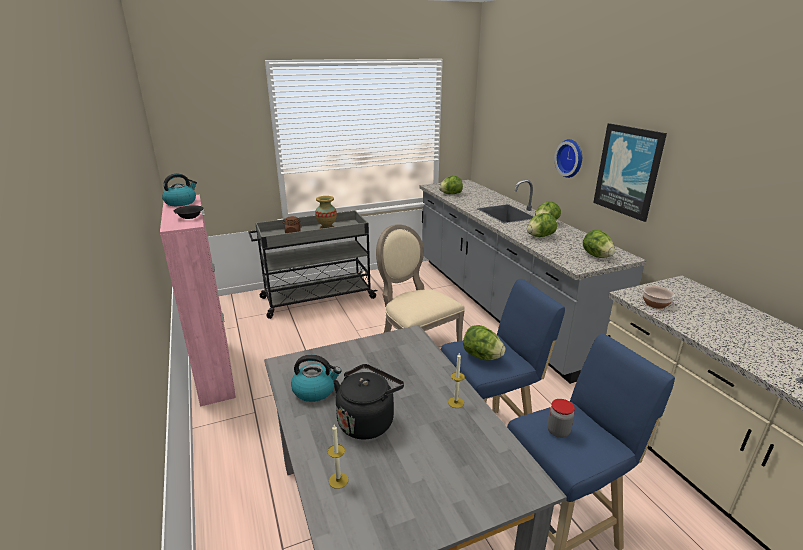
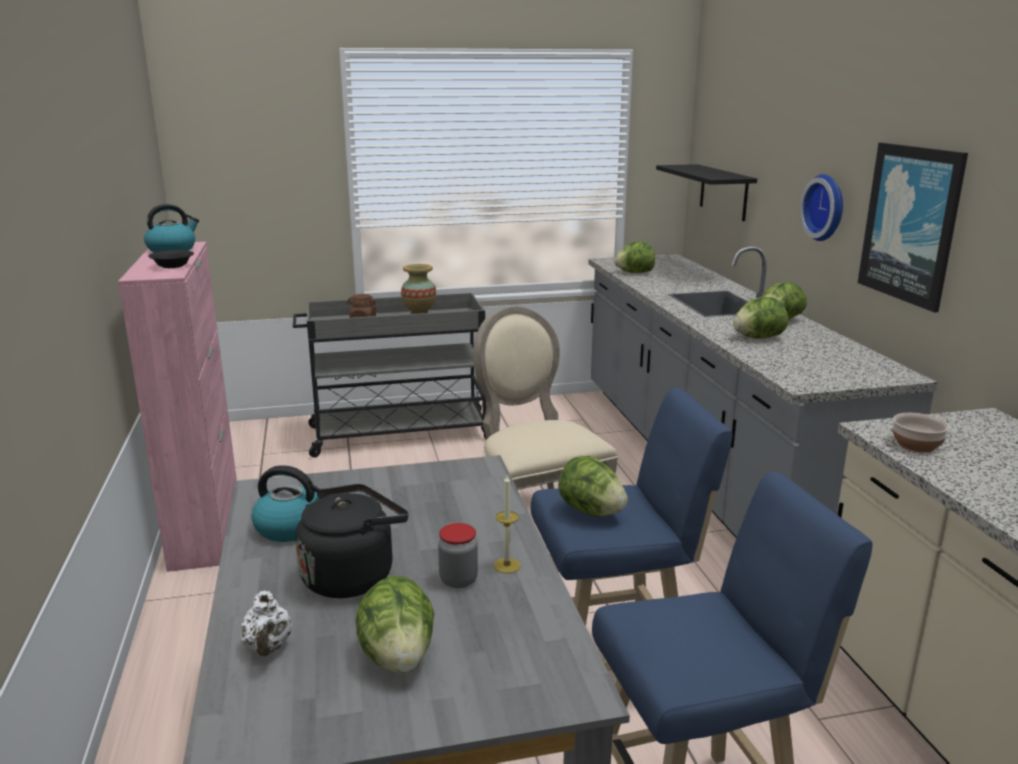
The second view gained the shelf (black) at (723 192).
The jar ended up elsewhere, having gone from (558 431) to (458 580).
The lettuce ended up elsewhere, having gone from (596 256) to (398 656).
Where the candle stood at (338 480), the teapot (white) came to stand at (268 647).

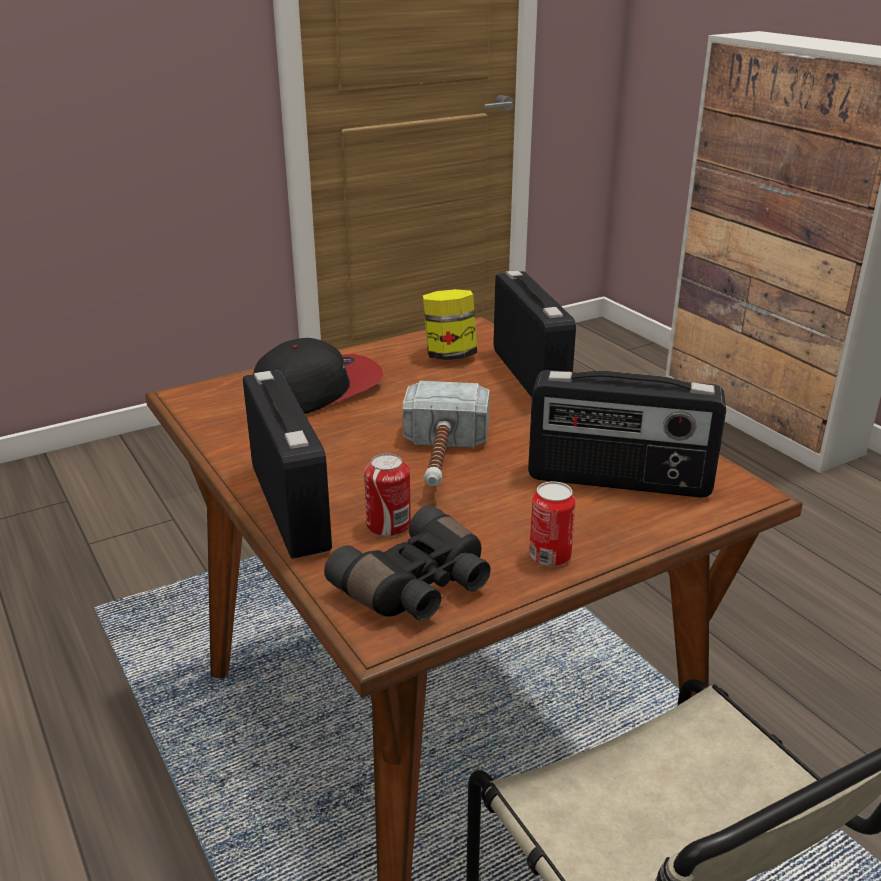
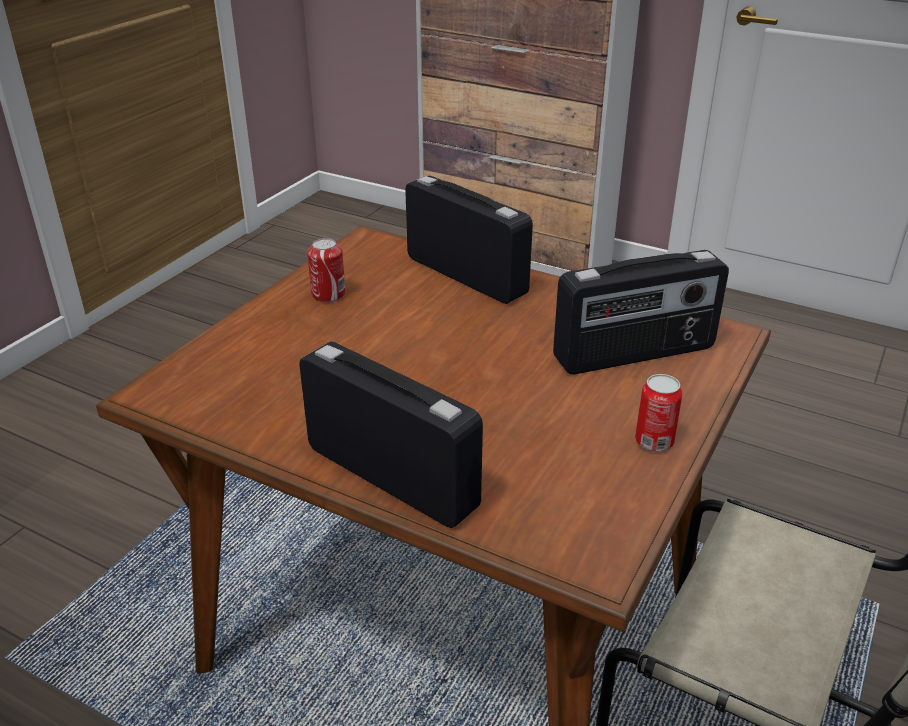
The second view lost the cap at (316 390).
The second view lost the binoculars (black) at (418 587).
The second view lost the hammer at (441 459).
The second view lost the jar at (449 355).
The can ended up elsewhere, having gone from (388 525) to (328 294).

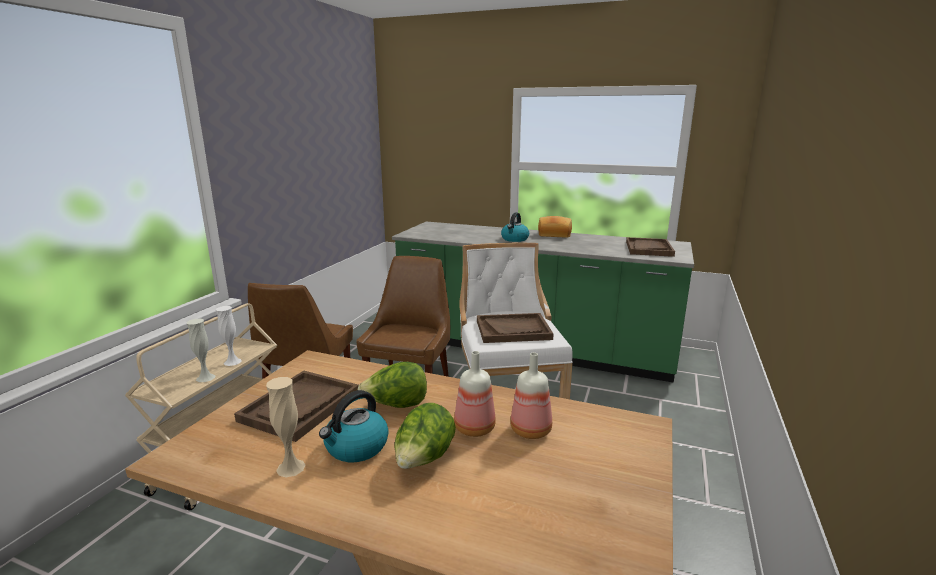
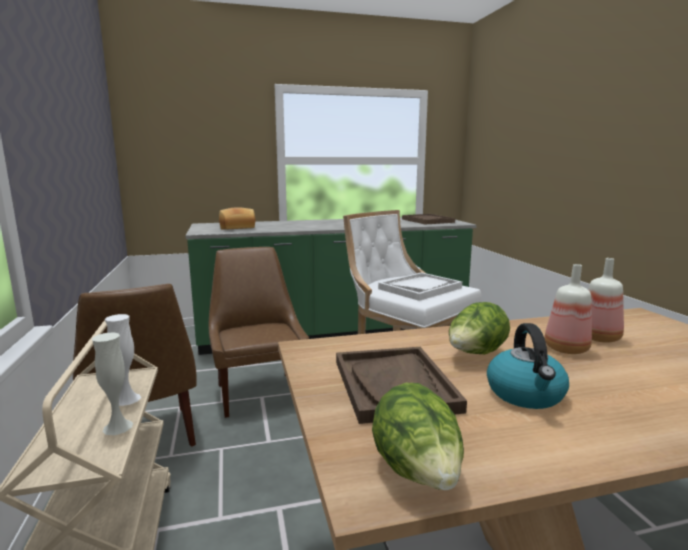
The second view lost the vase (beige) at (291 467).
The second view lost the kettle at (514 239).
The lettuce ended up elsewhere, having gone from (424 460) to (417 473).
The bread ended up elsewhere, having gone from (554 235) to (237 228).
What was the tray (brown) at (513 330) turned into the tray (white) at (420 288).

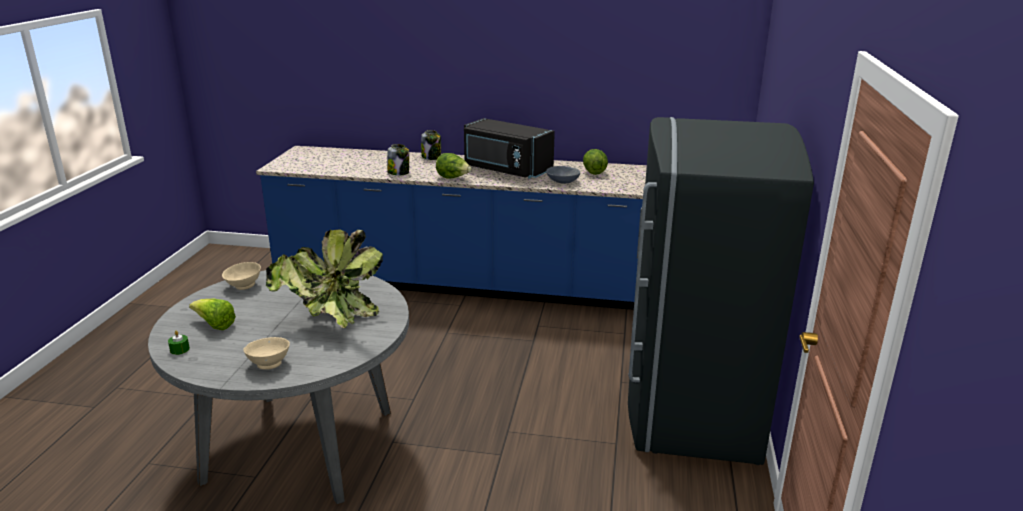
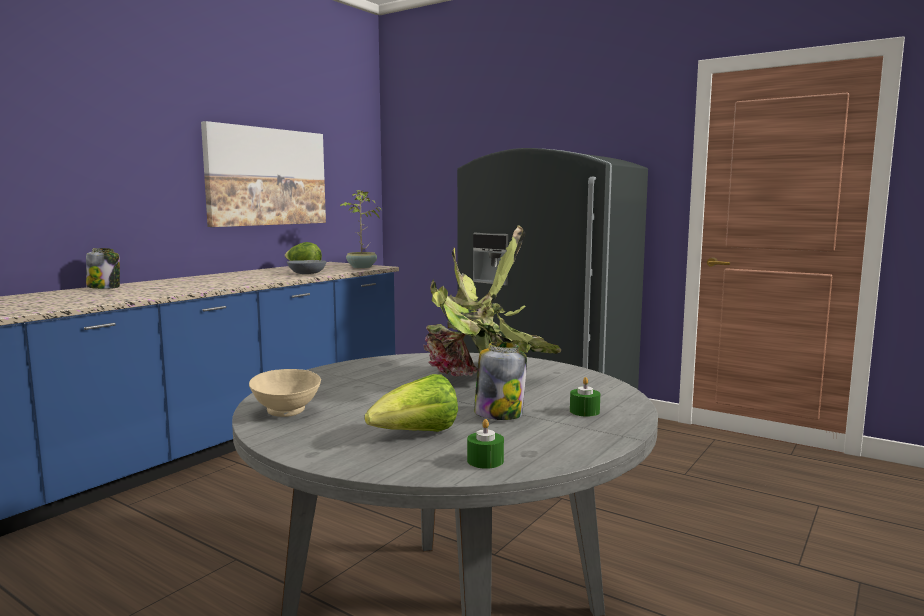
The second view lost the lettuce at (453 178).
The second view lost the microwave (black) at (505 170).
The second view gained the picture at (266 177).
The second view gained the potted plant at (361 267).
The jar ended up elsewhere, having gone from (399 172) to (499 414).
Where the bowl (beige) stood at (270 364), the candle (green) came to stand at (584 411).

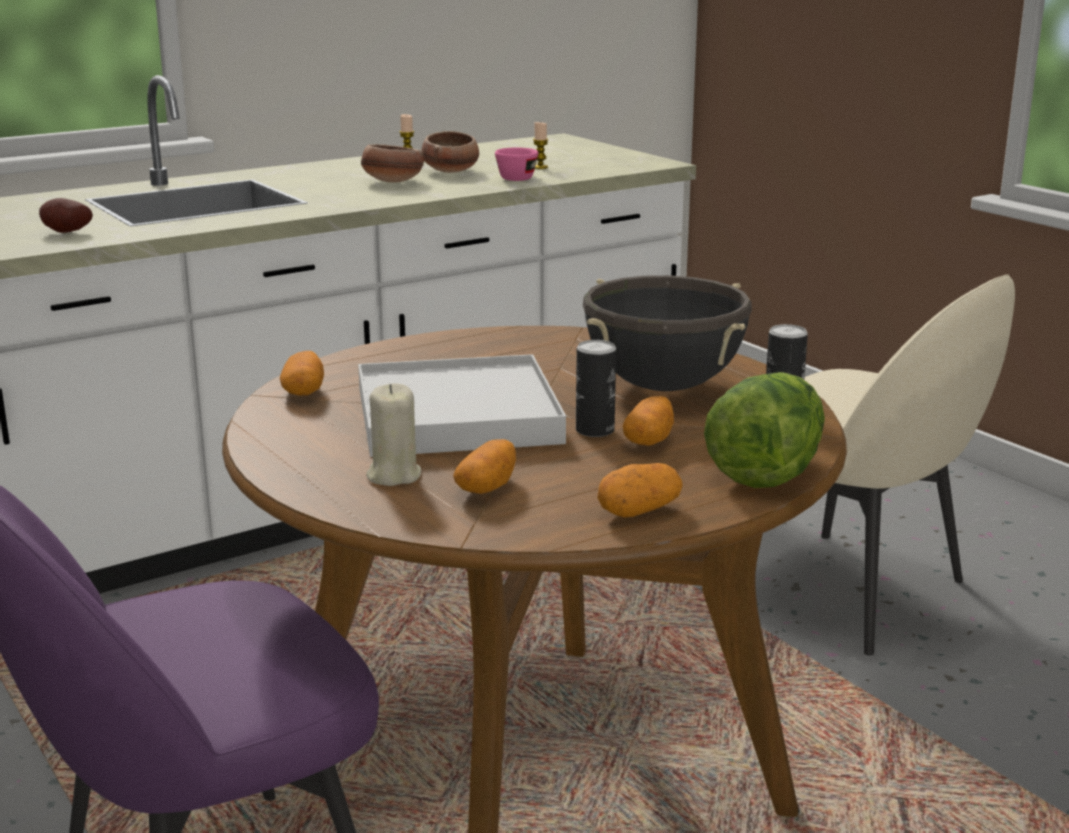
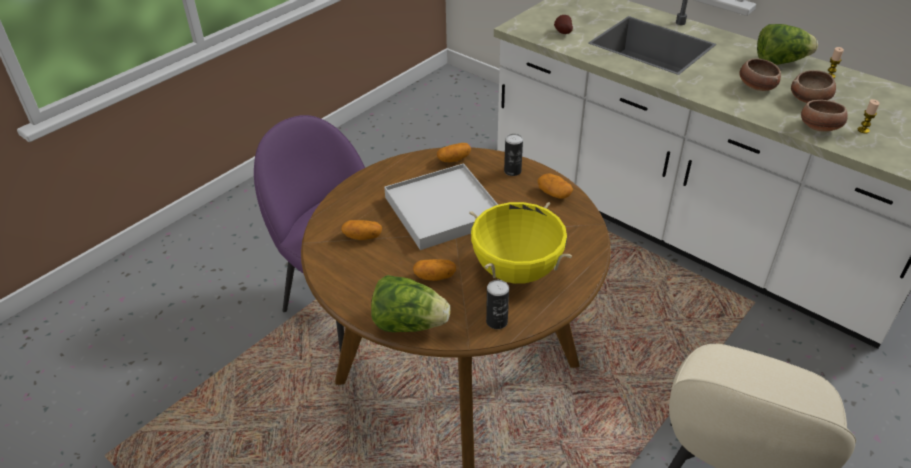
The second view lost the candle (beige) at (393 475).
The second view gained the lettuce at (780 61).
The can ended up elsewhere, having gone from (595 430) to (512 171).
The potato ended up elsewhere, having gone from (638 511) to (554 194).
Where the cup (pink) stood at (518 177), the bowl came to stand at (819 128).
What was the cooking pot (black) at (663 386) turned into the cooking pot (yellow) at (516 270).

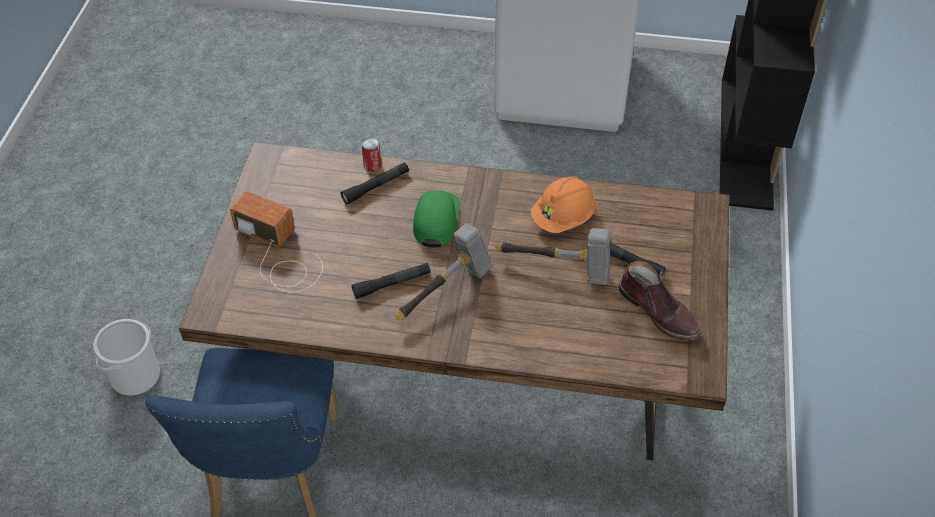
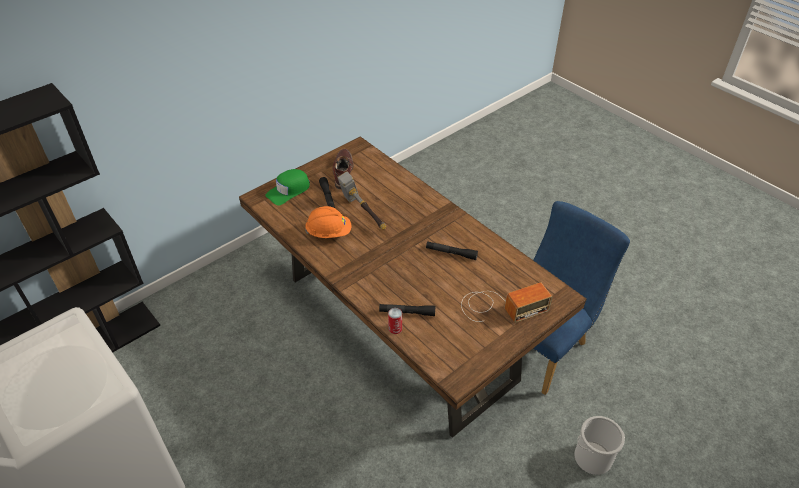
The second view lost the hammer at (444 292).
The cap (green) ended up elsewhere, having gone from (436 219) to (288 191).
The radio at (278 254) ended up facing another way, 90 degrees counterclockwise from before.

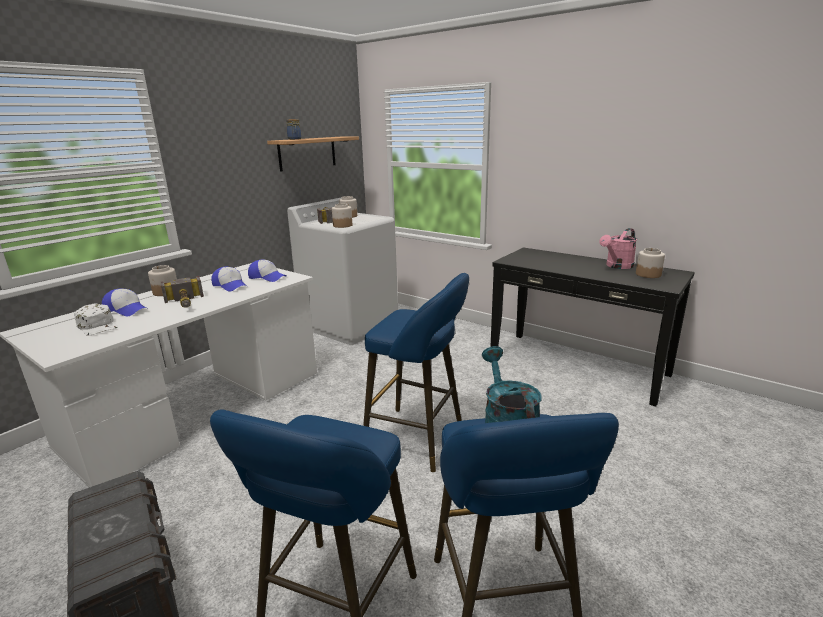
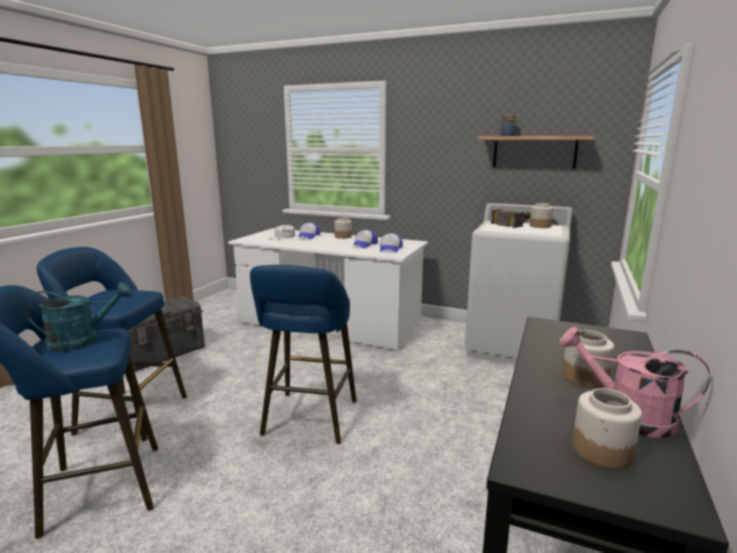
The second view lost the hammer at (185 304).
The jar ended up elsewhere, having gone from (342 225) to (584 377).

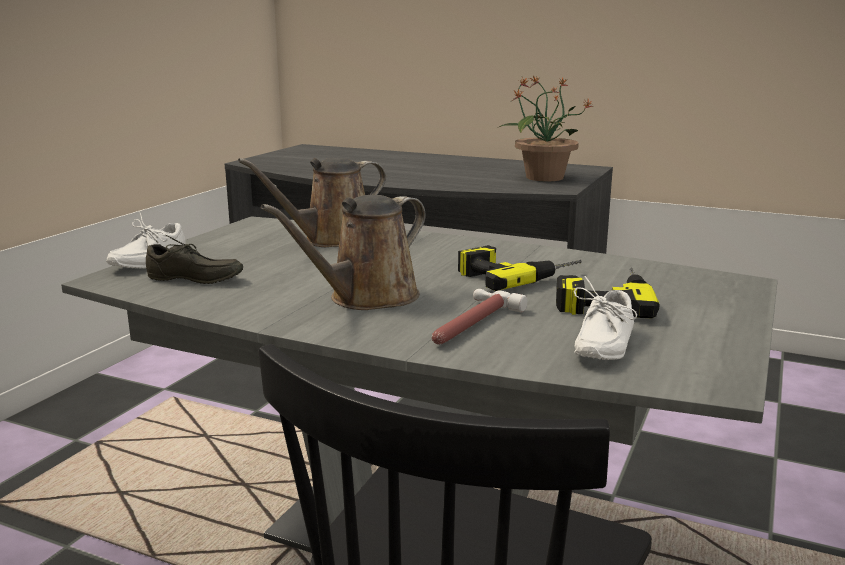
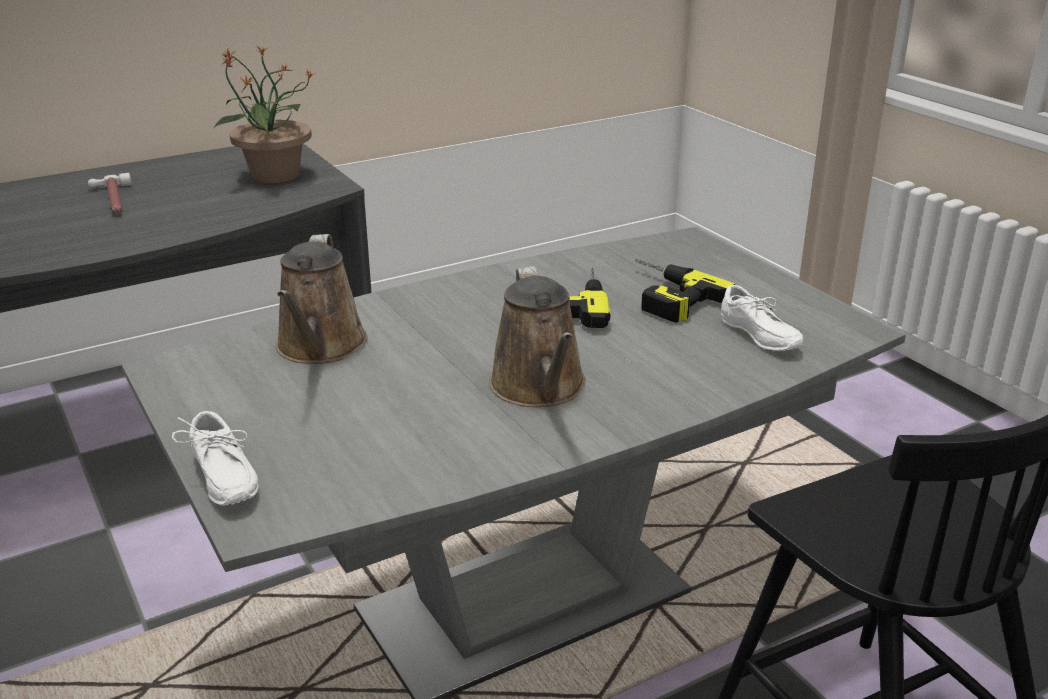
The second view lost the shoe (grey) at (194 280).
The hammer ended up elsewhere, having gone from (469 324) to (113 200).

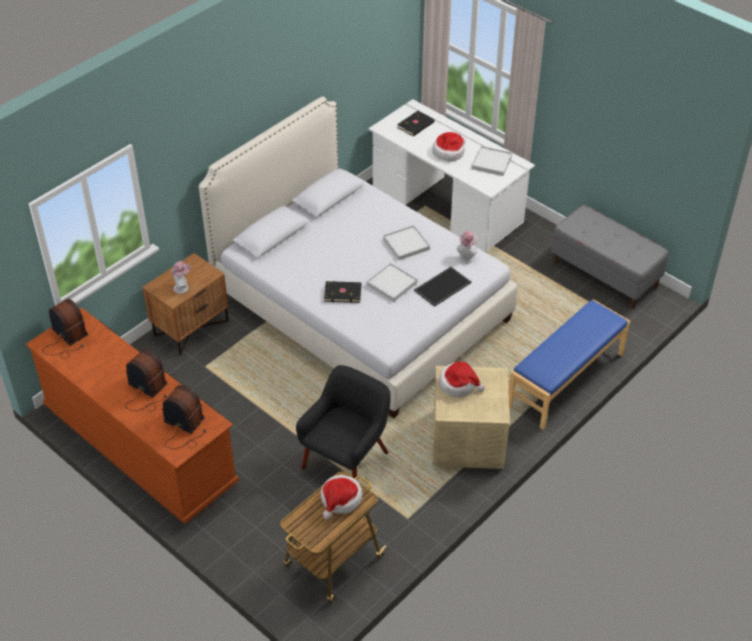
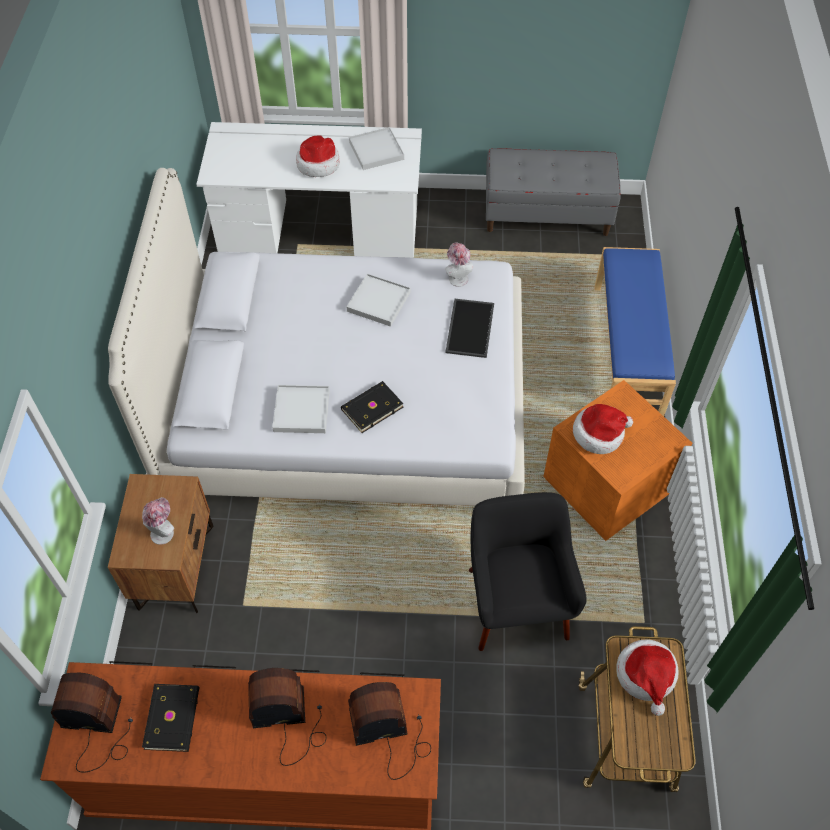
The tray (white) ended up elsewhere, having gone from (392 284) to (302 411).
The book (black) ended up elsewhere, having gone from (416 125) to (173 718).
What was the storage box (beige) at (469 440) turned into the storage box (orange) at (609 484).

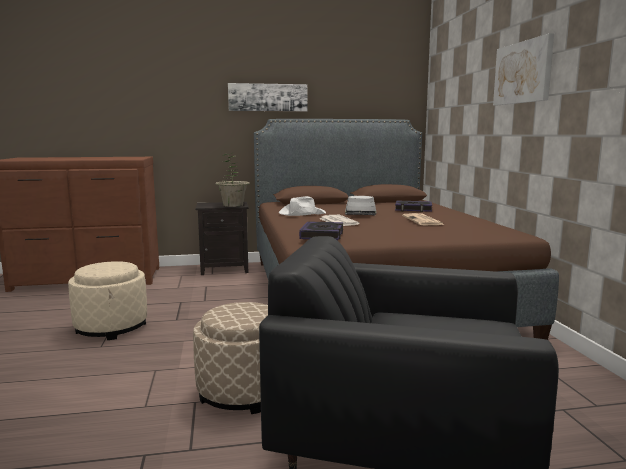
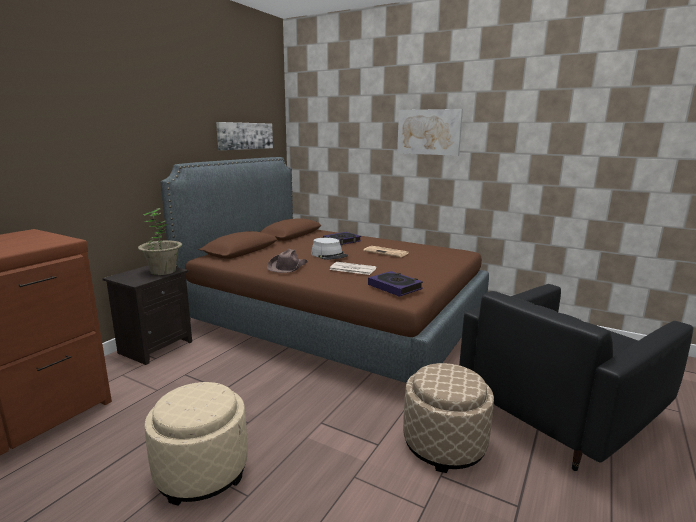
The picture ended up elsewhere, having gone from (268 97) to (245 136).
What was the hat (white) at (301 213) turned into the hat (brown) at (287 267).

